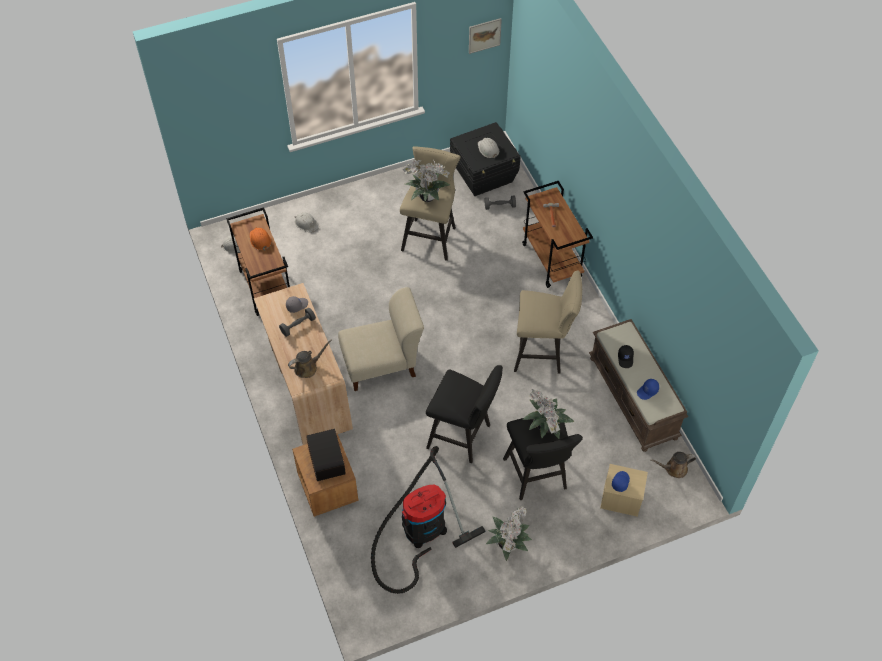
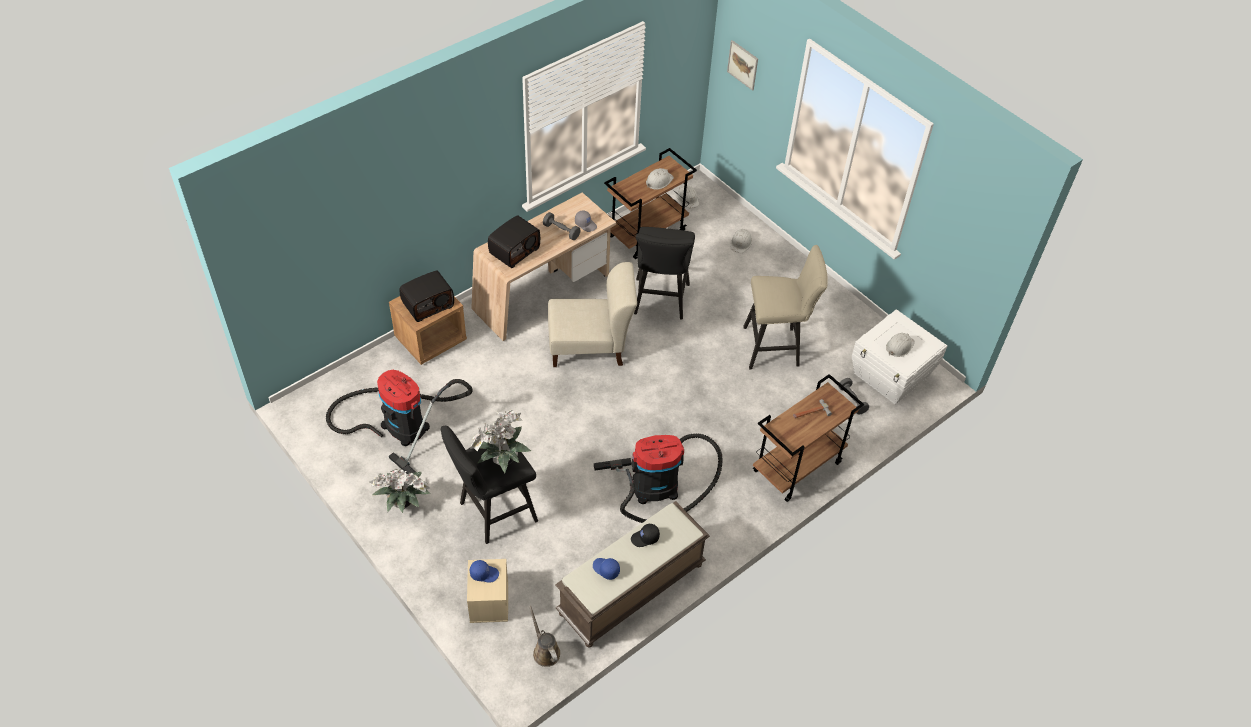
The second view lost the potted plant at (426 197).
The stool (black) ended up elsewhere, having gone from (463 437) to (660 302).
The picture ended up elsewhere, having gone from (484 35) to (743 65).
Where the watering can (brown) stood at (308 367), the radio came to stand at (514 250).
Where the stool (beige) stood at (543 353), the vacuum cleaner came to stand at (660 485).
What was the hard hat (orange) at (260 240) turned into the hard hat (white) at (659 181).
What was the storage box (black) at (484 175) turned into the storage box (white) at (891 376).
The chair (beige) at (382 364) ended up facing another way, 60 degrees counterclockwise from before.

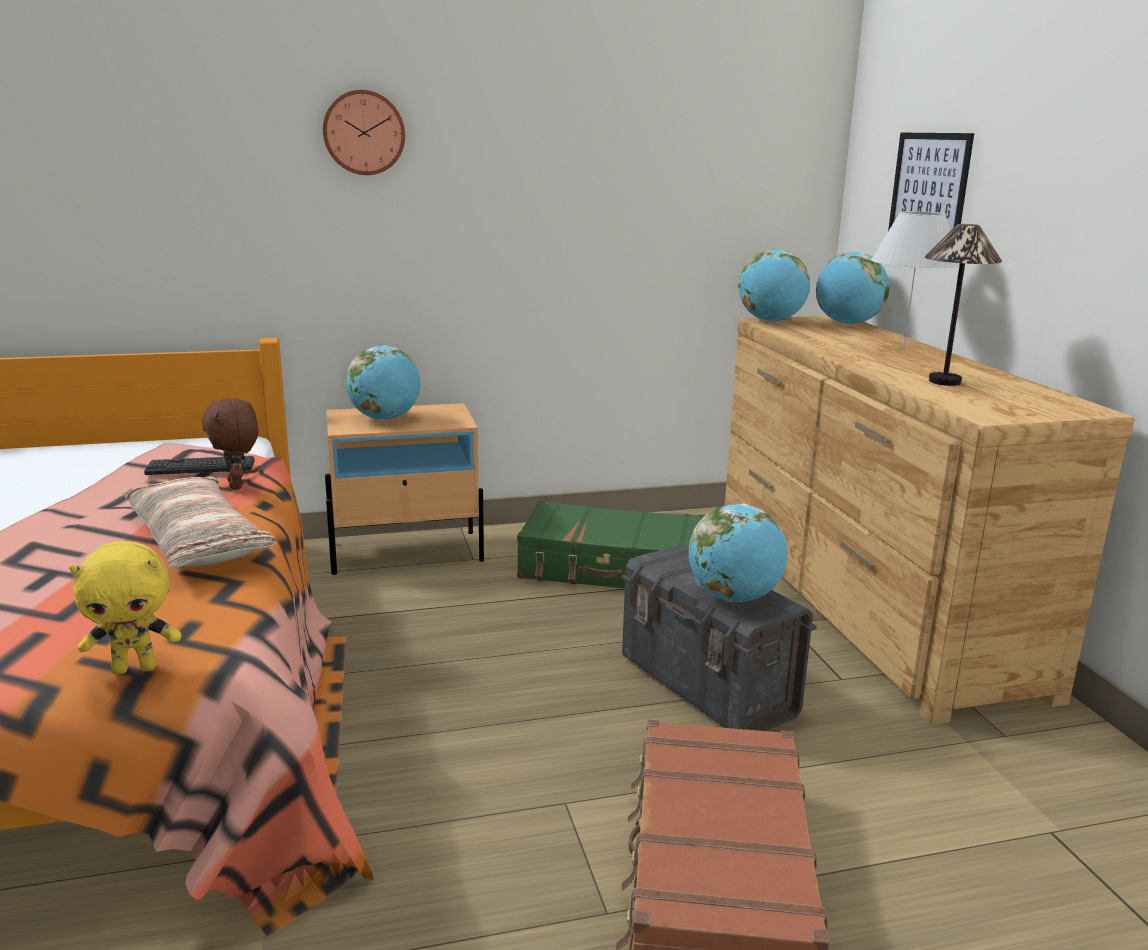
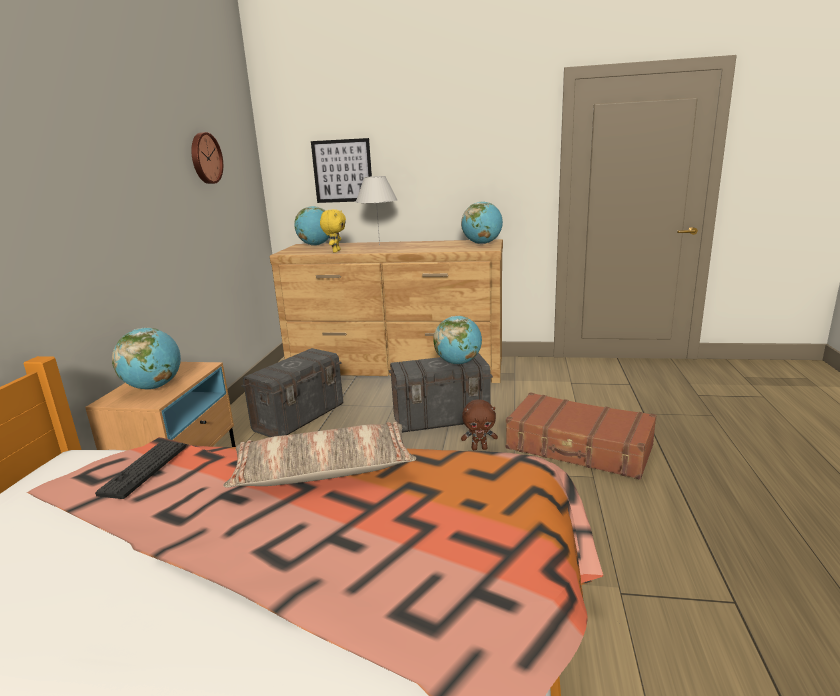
The second view lost the table lamp at (944 381).
The plush toy (yellow) ended up elsewhere, having gone from (135 668) to (335 251).
The plush toy (brown) ended up elsewhere, having gone from (237 485) to (479 448).
The wall clock ended up elsewhere, having gone from (364 132) to (205 158).
The globe ended up elsewhere, having gone from (771 321) to (482 244).
Where the suitcase (green) stood at (613 568), the storage box (grey) came to stand at (299 417).

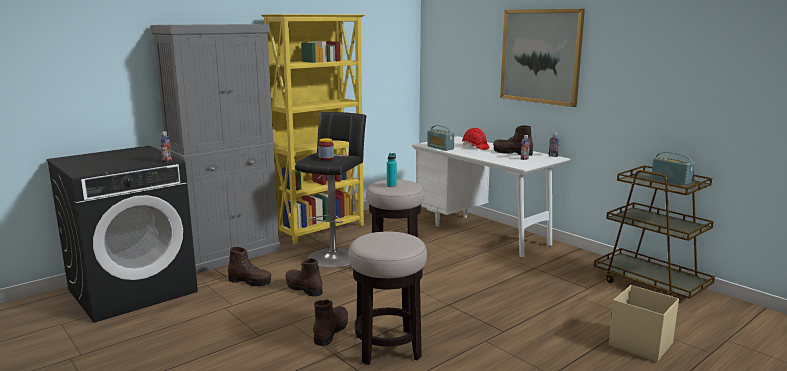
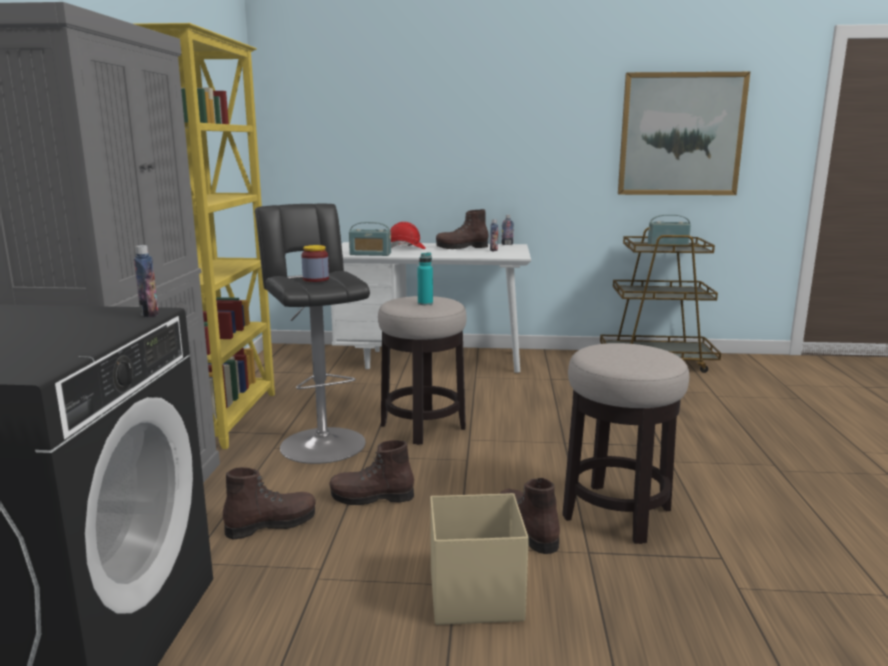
The picture ended up elsewhere, having gone from (540 56) to (681 134).
The storage box (beige) ended up elsewhere, having gone from (639 344) to (473 596).

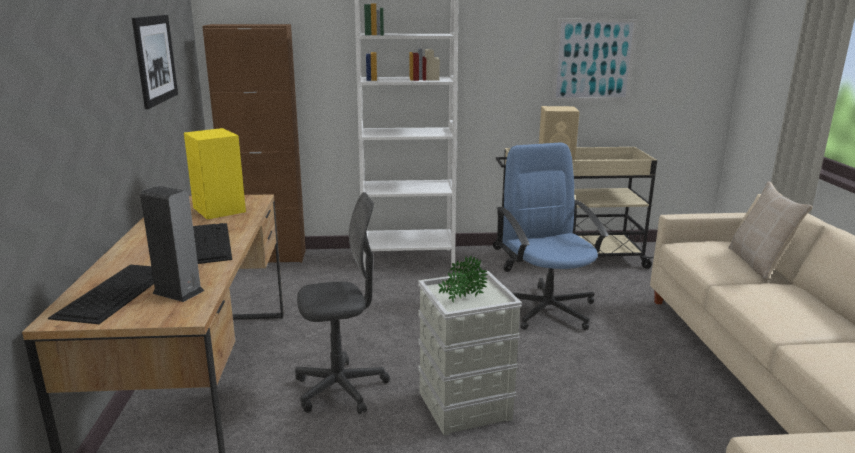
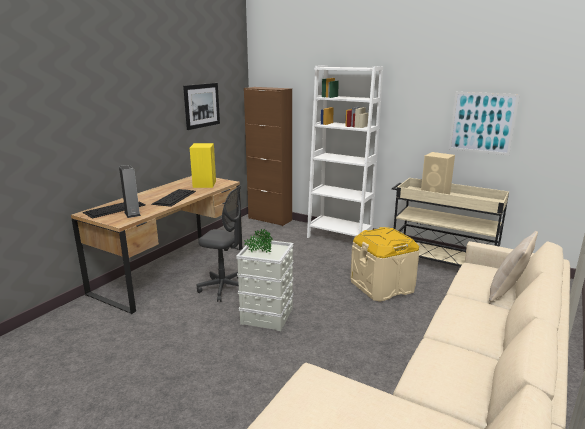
Where the office chair (blue) stood at (547 308), the storage box (beige) came to stand at (382 286).

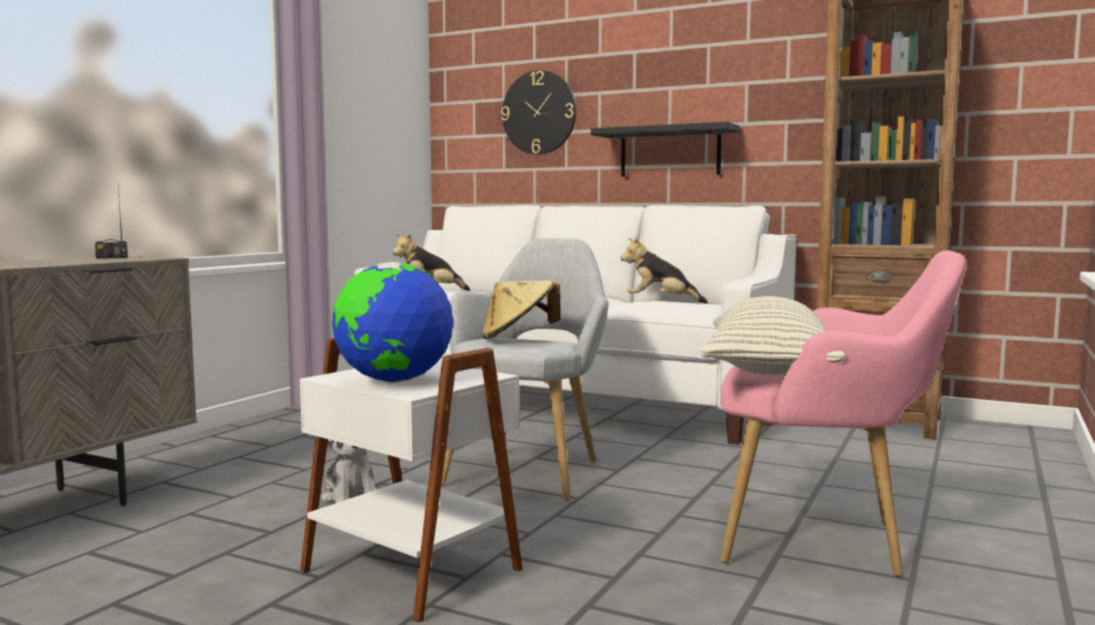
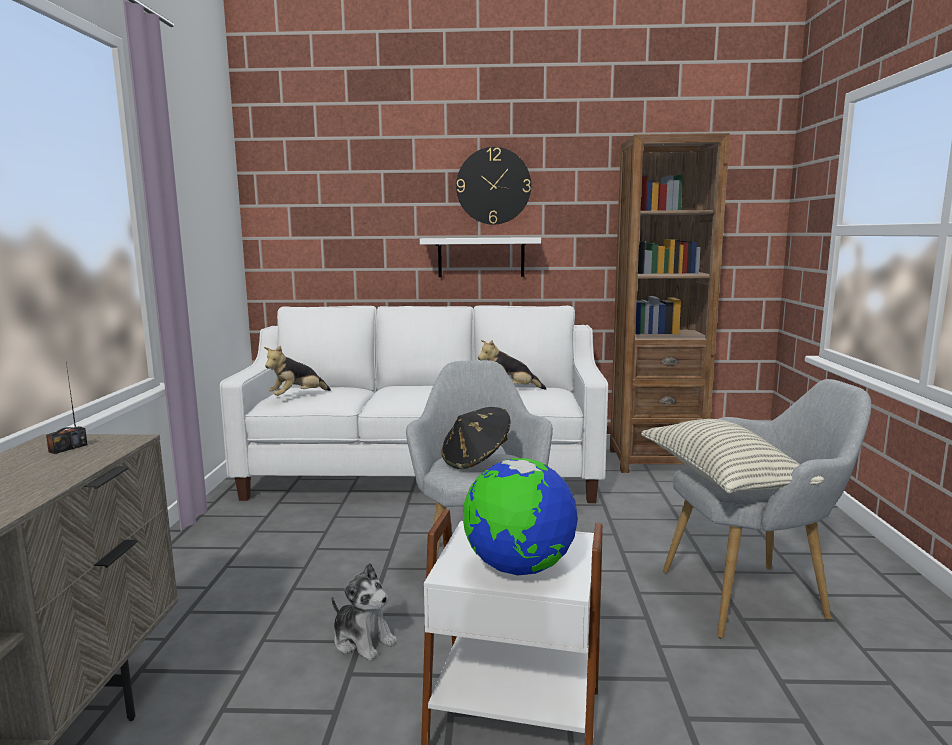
The wall clock ended up elsewhere, having gone from (539 112) to (493 186).
What was the hat (beige) at (518 337) turned into the hat (black) at (476 460).
What was the shelf (black) at (670 152) turned into the shelf (white) at (481 257).
What was the armchair (pink) at (825 542) turned into the armchair (grey) at (754 596).

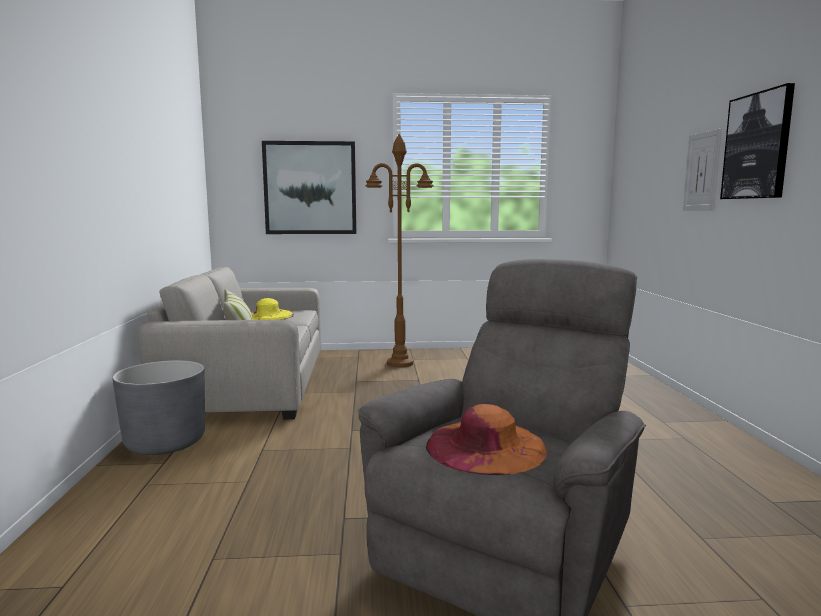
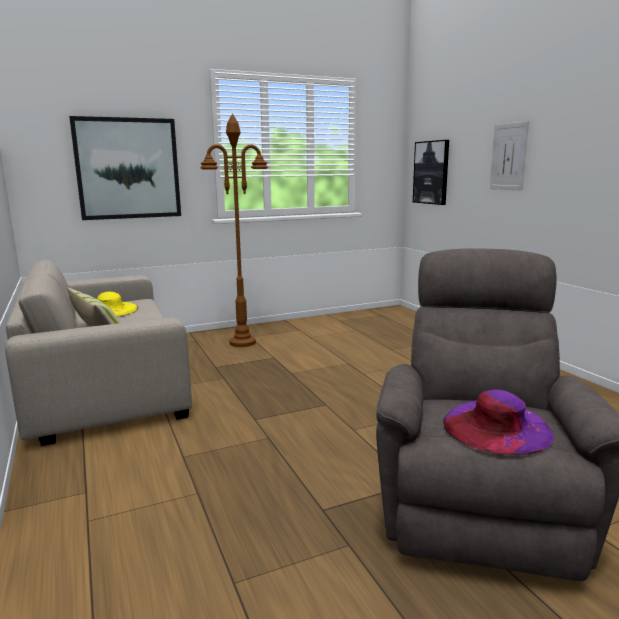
The second view lost the planter (grey) at (165 442).
The picture ended up elsewhere, having gone from (757 146) to (431 172).
What was the hat (orange) at (486 447) turned into the hat (purple) at (496 427).

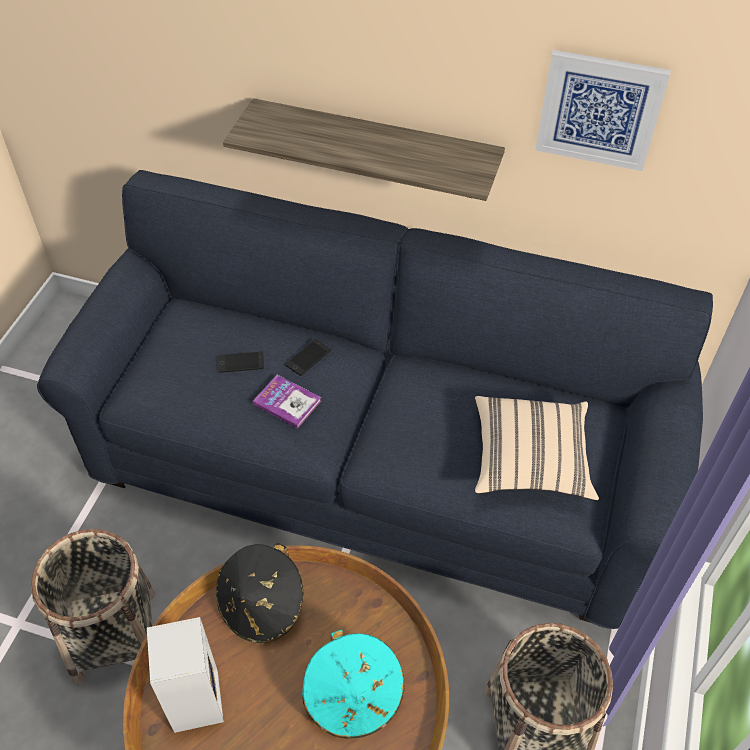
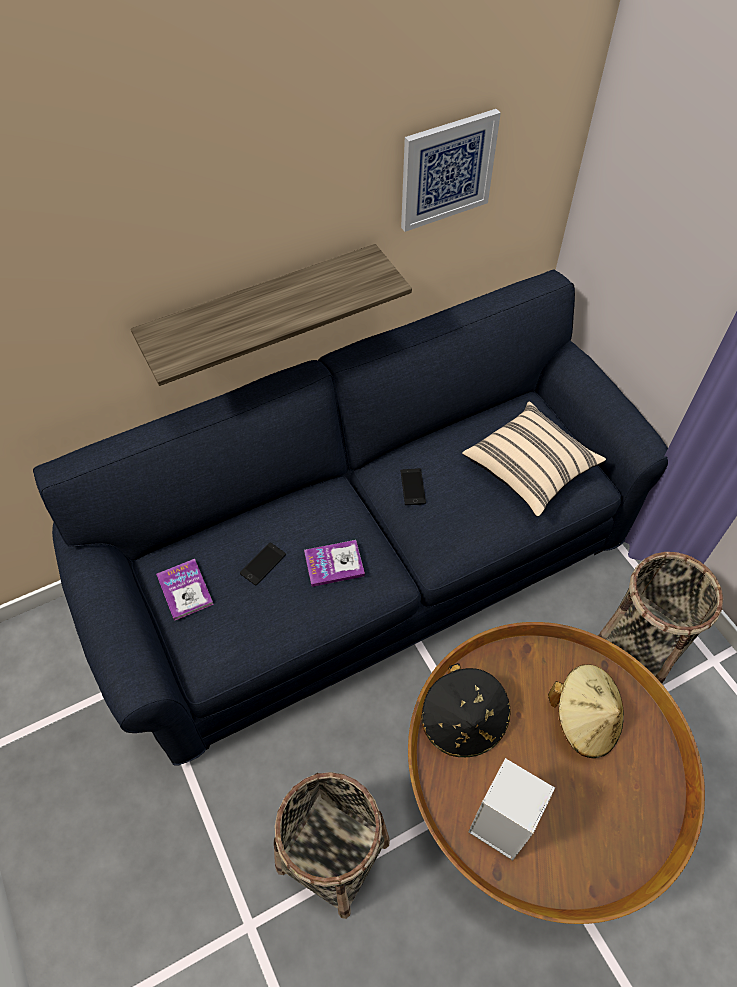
The second view gained the book at (185 590).
The phone ended up elsewhere, having gone from (308 357) to (413 487).
What was the hat (turquoise) at (354 697) turned into the hat (beige) at (584 719).

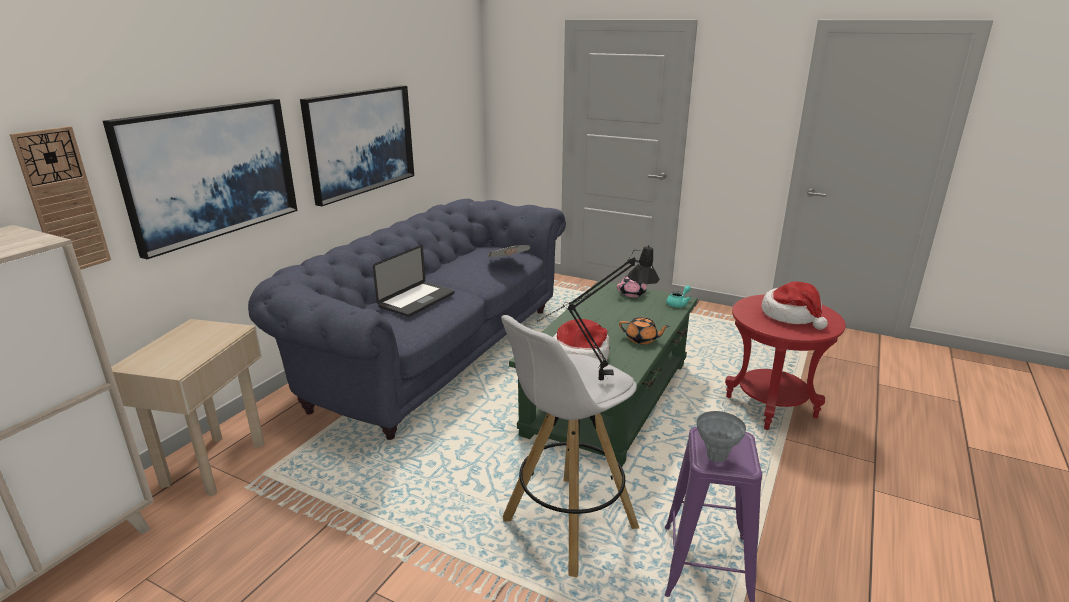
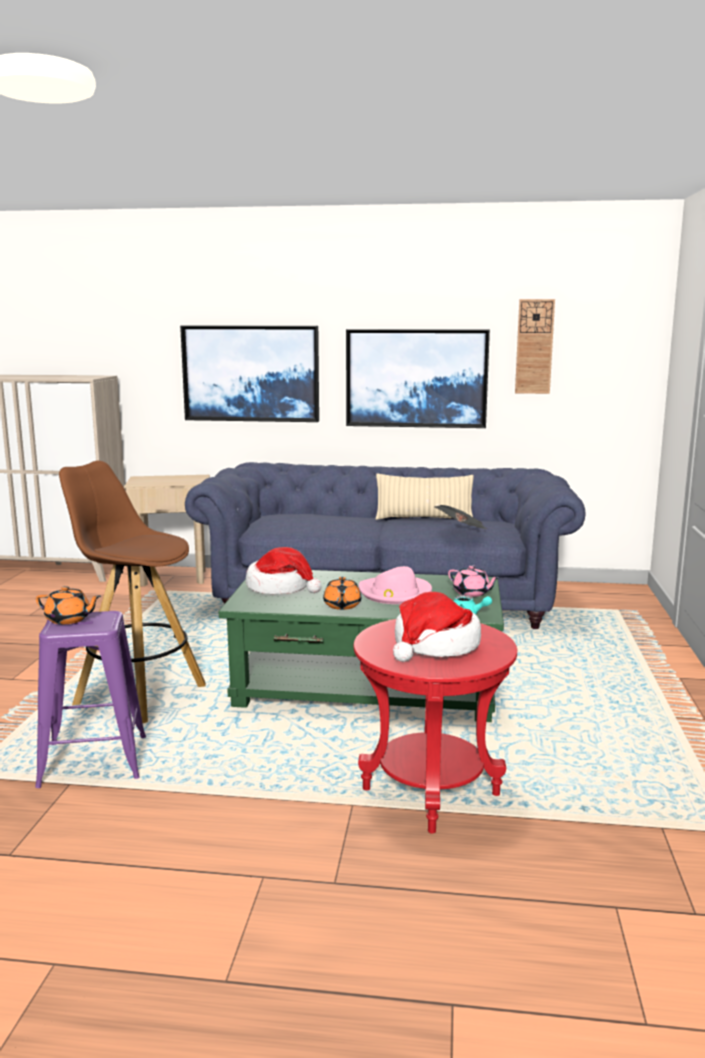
The second view lost the laptop at (417 300).
The second view lost the table lamp (black) at (593 381).
The second view gained the hat (pink) at (395 593).
The second view gained the pillow (beige) at (424 518).
The wall clock ended up elsewhere, having gone from (63 201) to (534 346).
Where the vase (grey) stood at (716 457), the teapot (orange) came to stand at (69 619).
What was the stool (white) at (568 524) turned into the stool (brown) at (138 694).

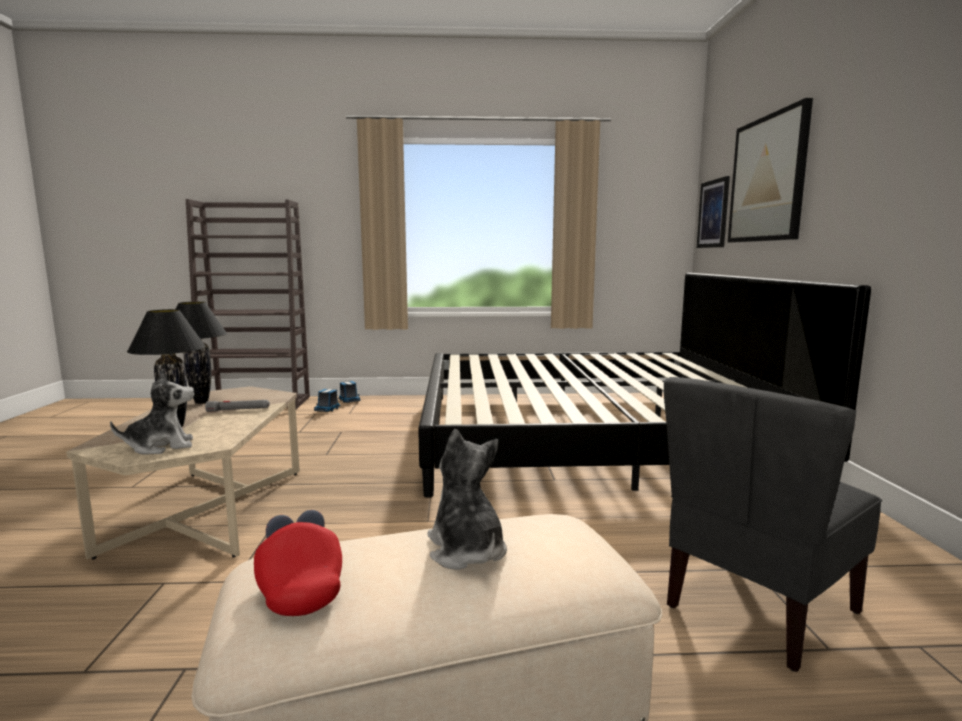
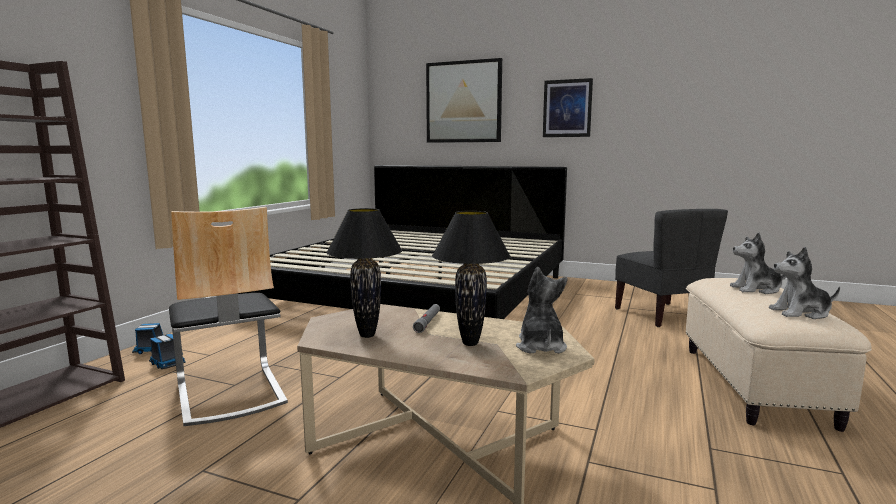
The second view gained the chair at (229 393).
The picture ended up elsewhere, having gone from (713 214) to (567 108).
Where the cap (red) stood at (300 586), the plush toy came to stand at (801 313).

